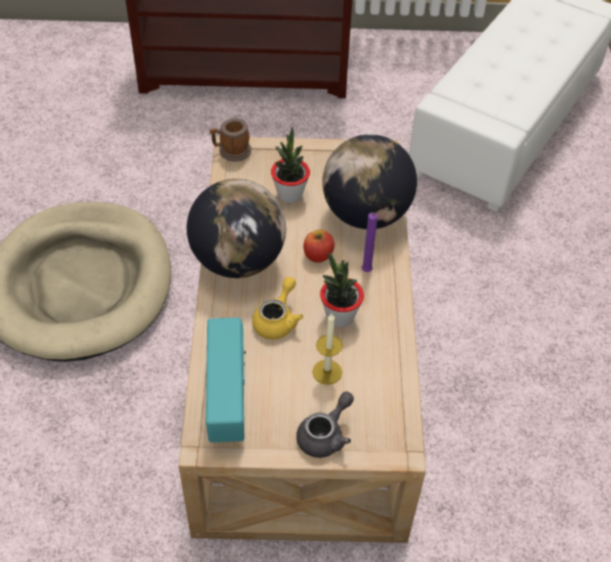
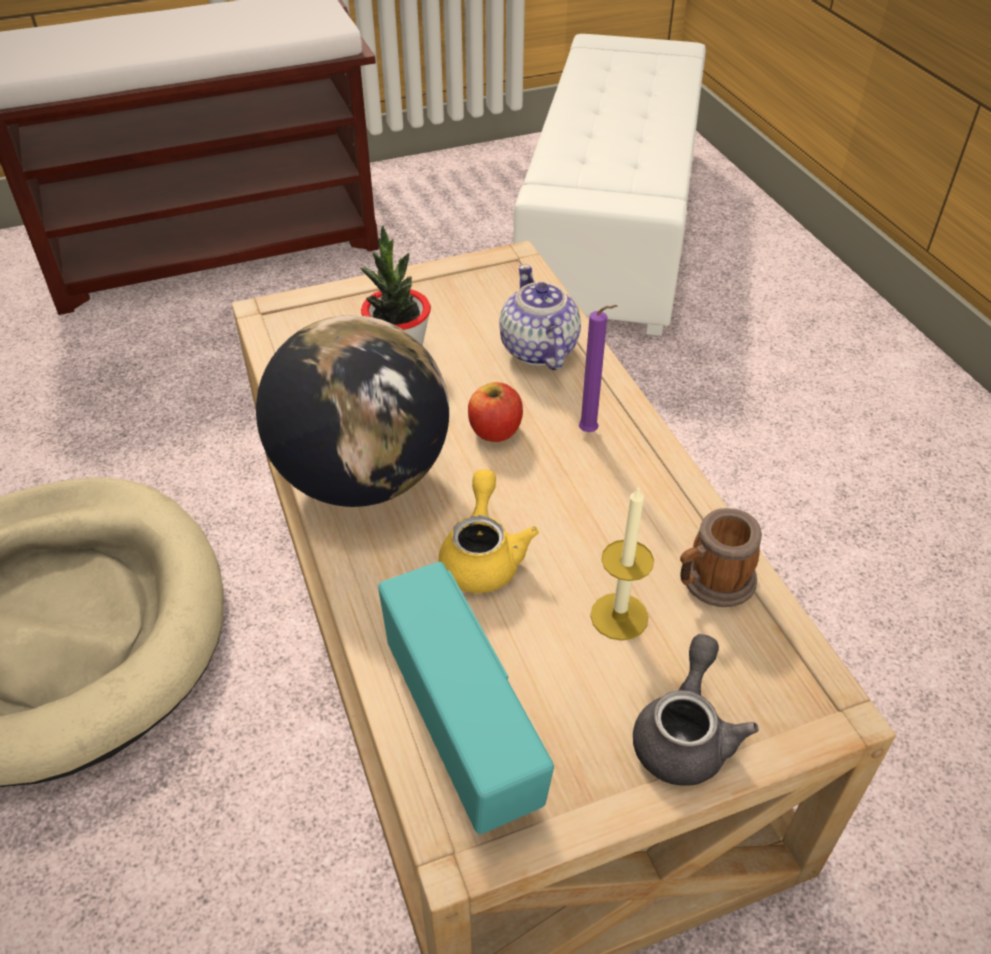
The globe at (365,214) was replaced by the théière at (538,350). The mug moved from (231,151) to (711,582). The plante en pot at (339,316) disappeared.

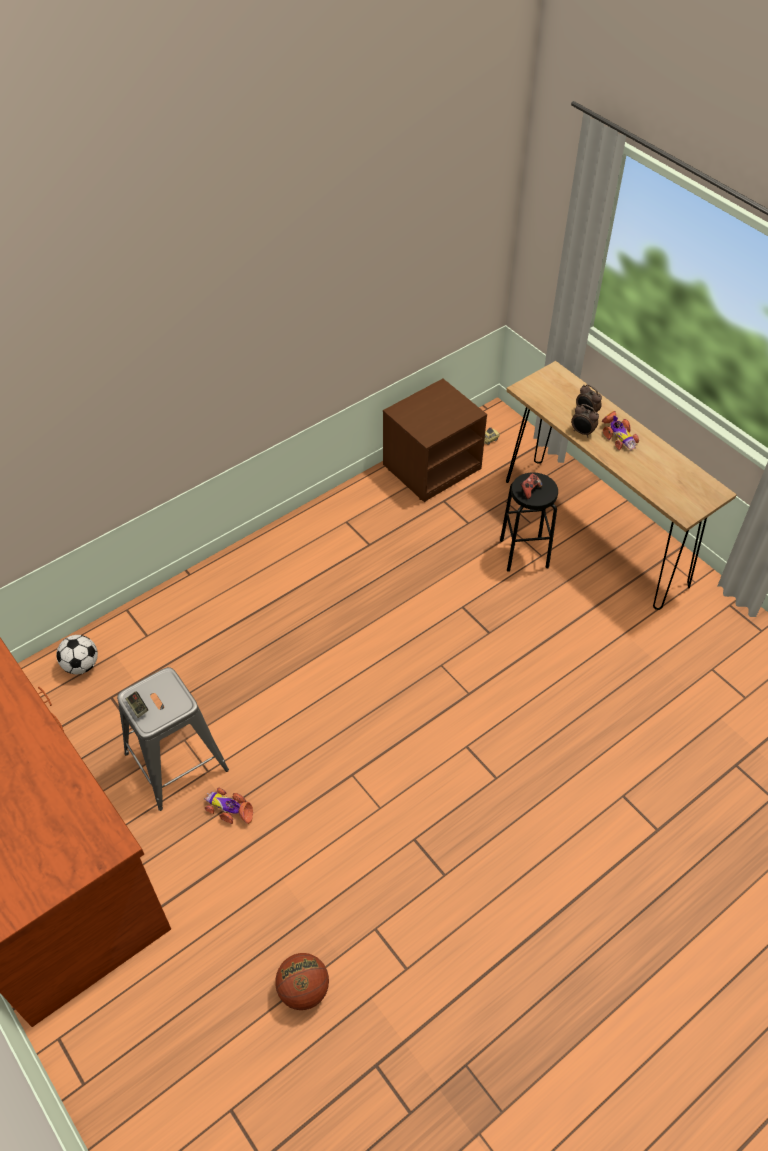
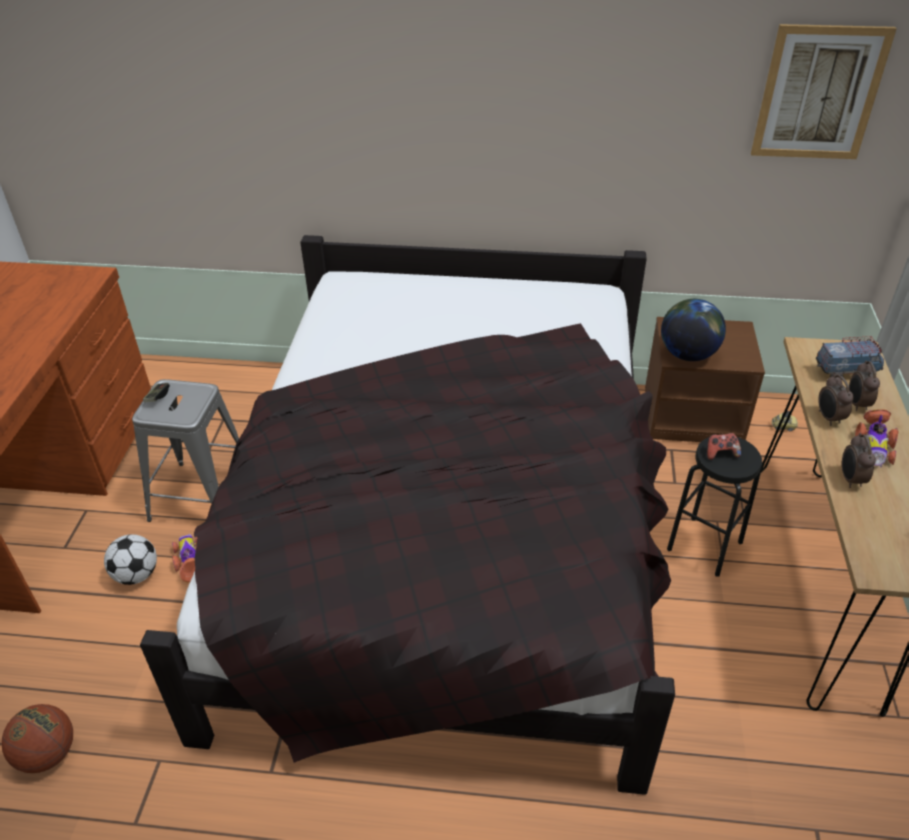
The ballon de foot moved from (81,665) to (136,575). The lit (noir) at (449,536) appeared. The globe at (687,354) appeared. The tableau at (819,93) appeared. The camion jouet at (846,373) appeared. The réveil at (850,479) appeared.

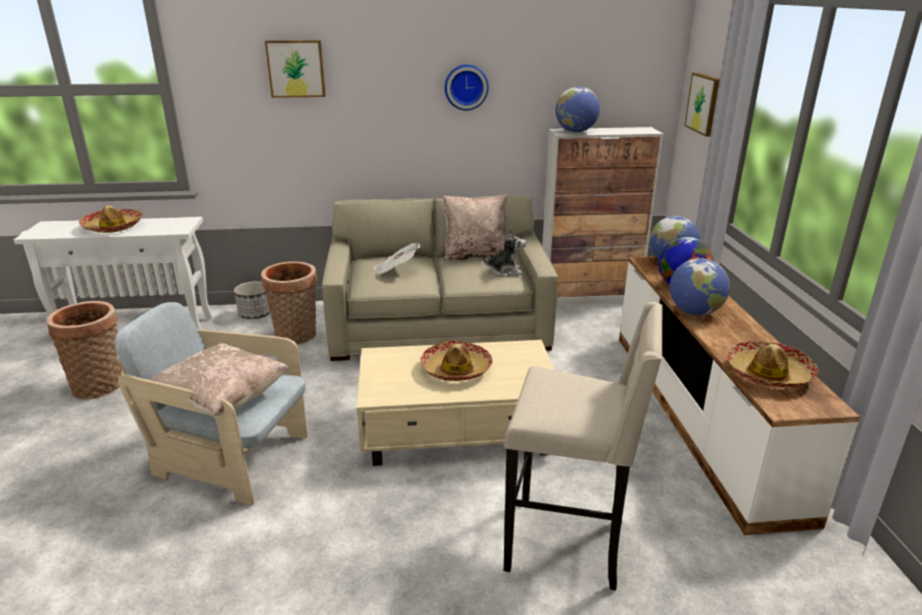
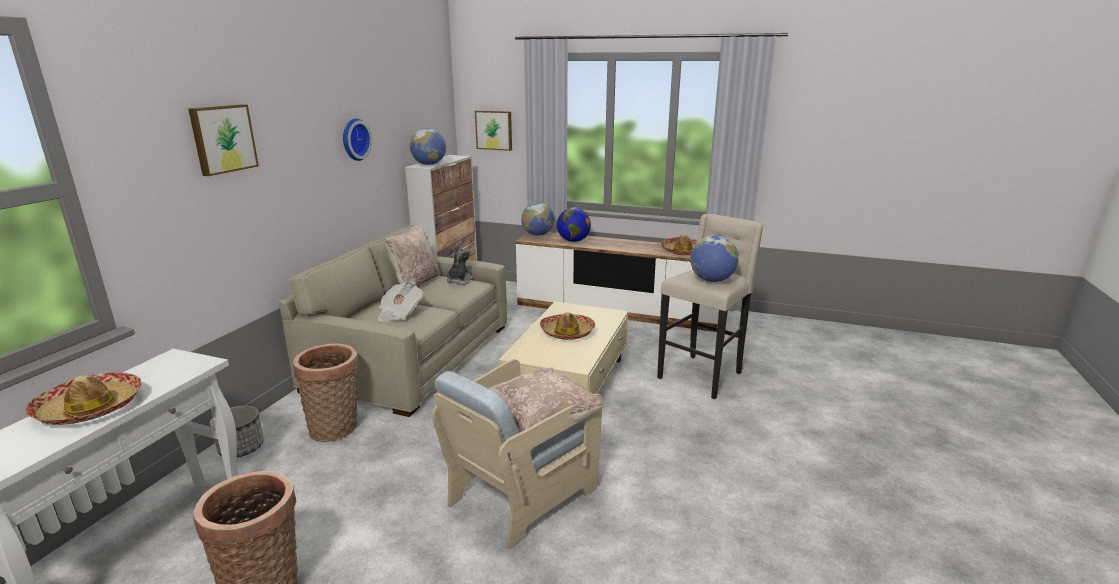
The globe moved from (694,312) to (712,280).

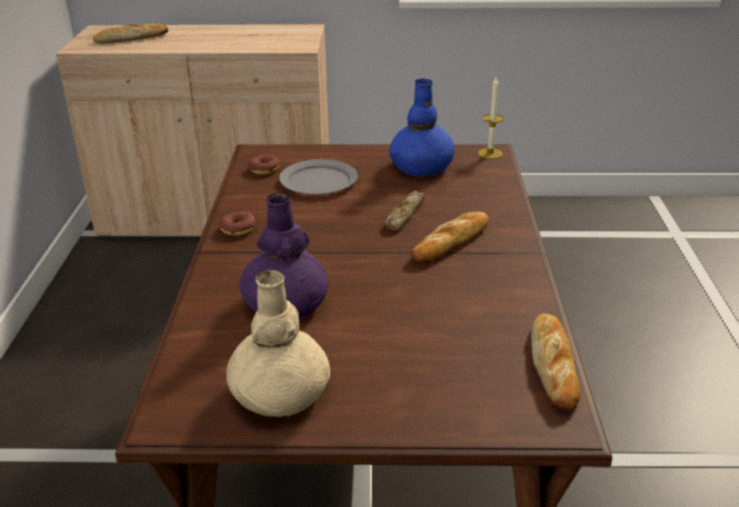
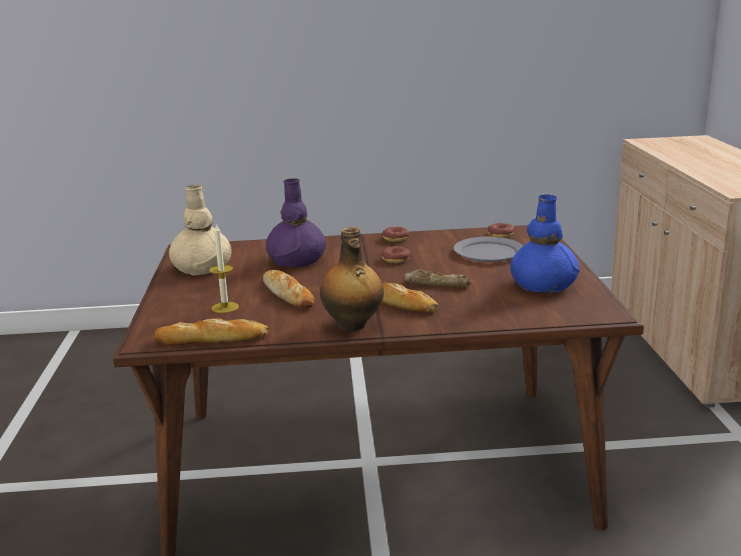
The bougie moved from (490,153) to (225,307). The pain moved from (131,38) to (288,294). The bouteille at (352,325) appeared. The beignet at (395,259) appeared.

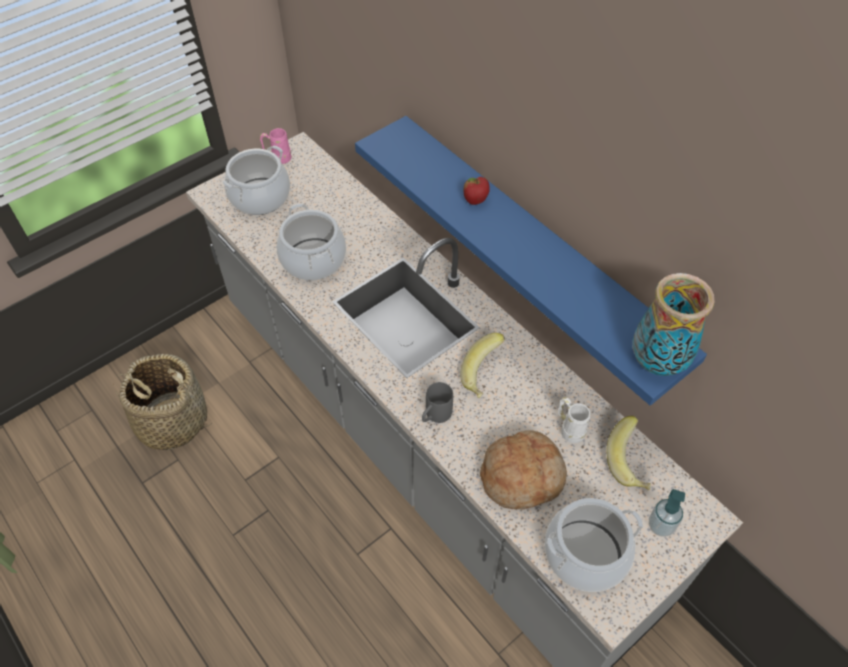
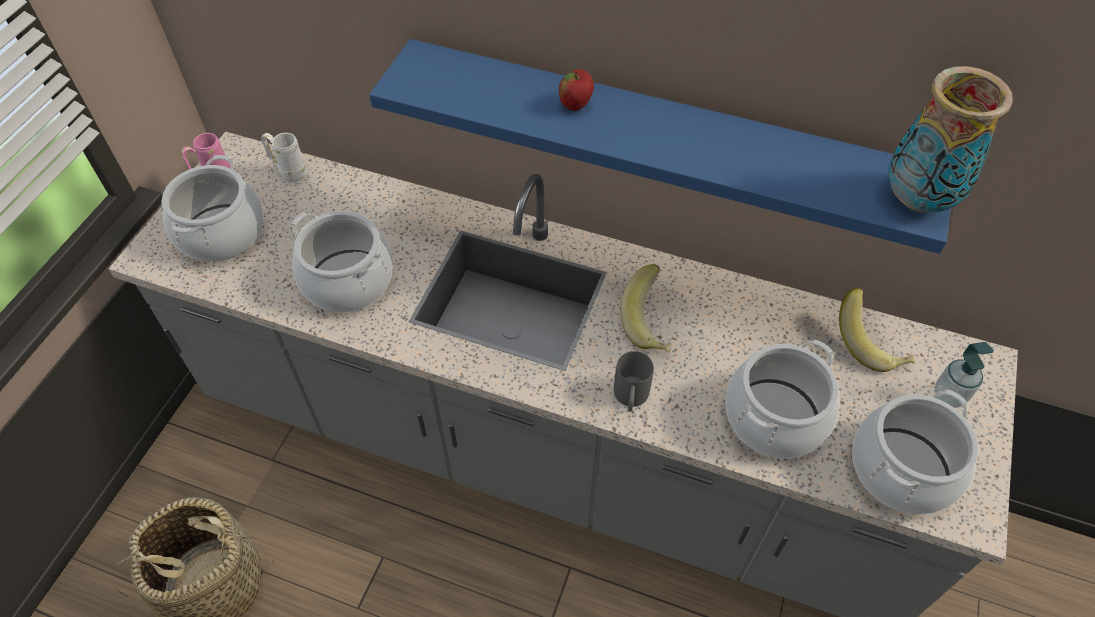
The mug (blanc) moved from (569,429) to (289,172). The pain at (522,475) was replaced by the marmite at (774,417).

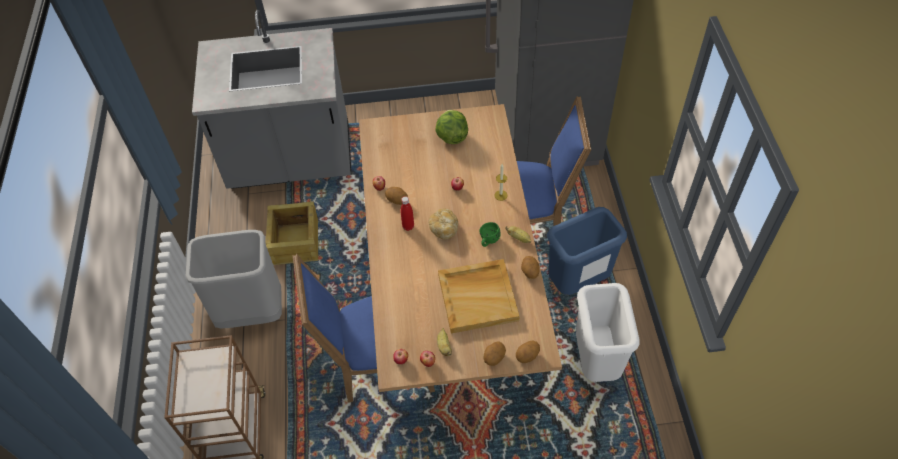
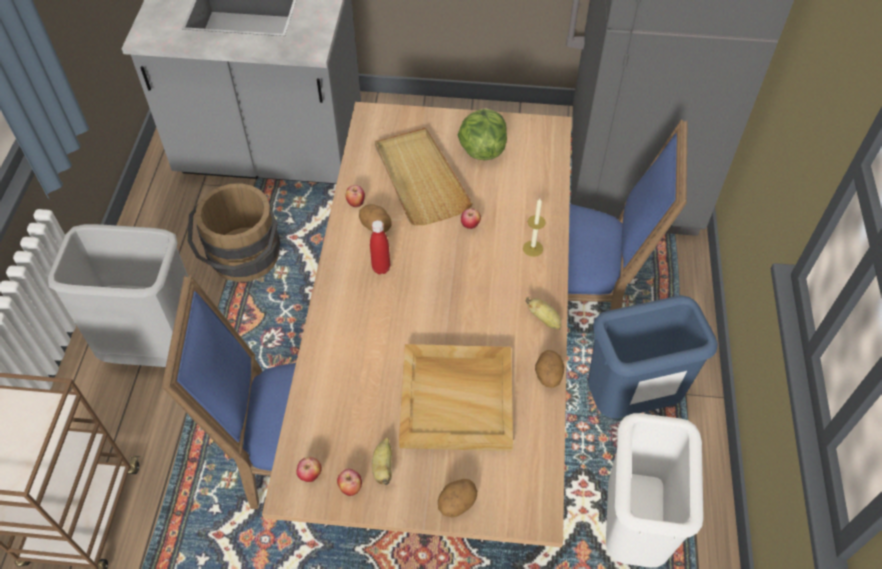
The caisse at (294,242) was replaced by the seau (marron) at (244,262). The plateau (beige) at (420,178) appeared. The pain at (444,228) disappeared. The mug (vert) at (488,240) disappeared. The pomme de terre at (527,356) disappeared.

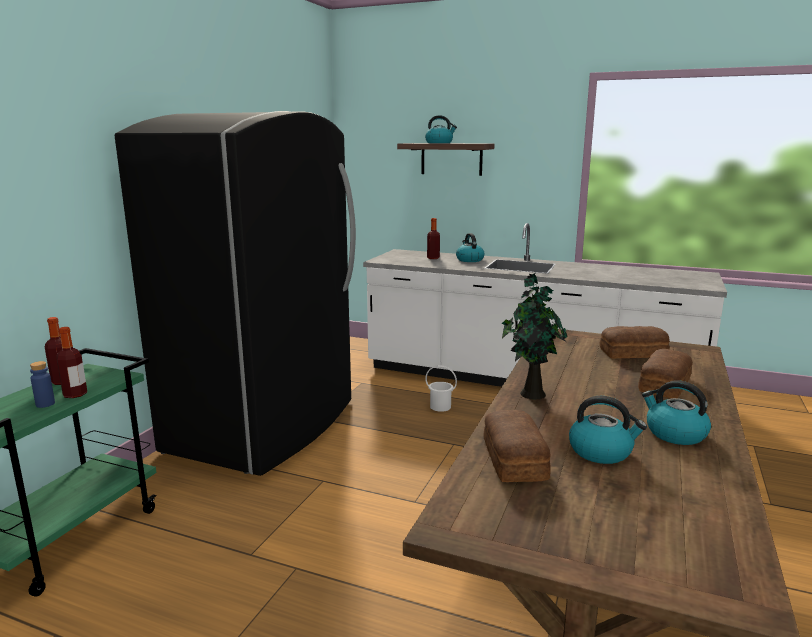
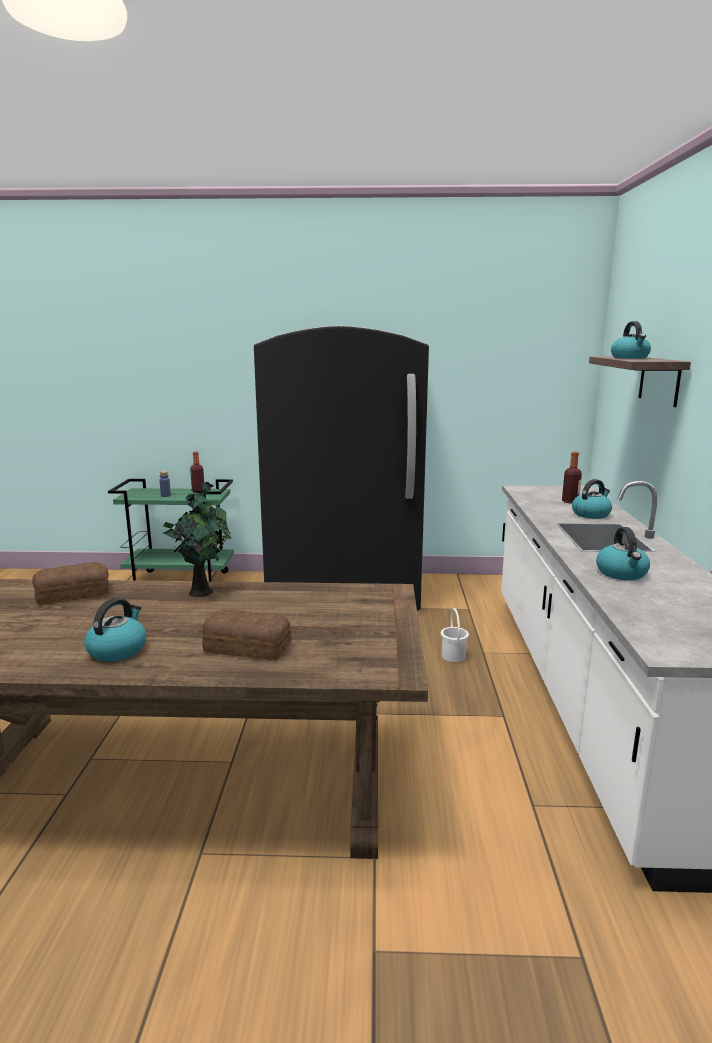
The bouilloire moved from (601,451) to (622,573). The bouteille at (75,394) disappeared. The pain at (634,353) disappeared.

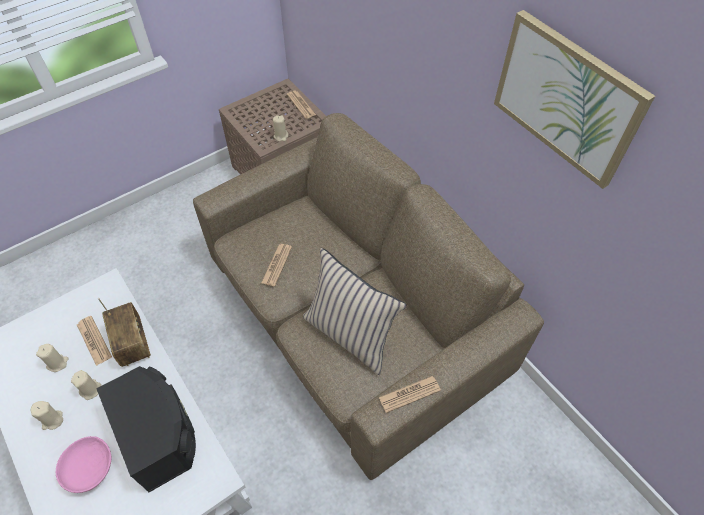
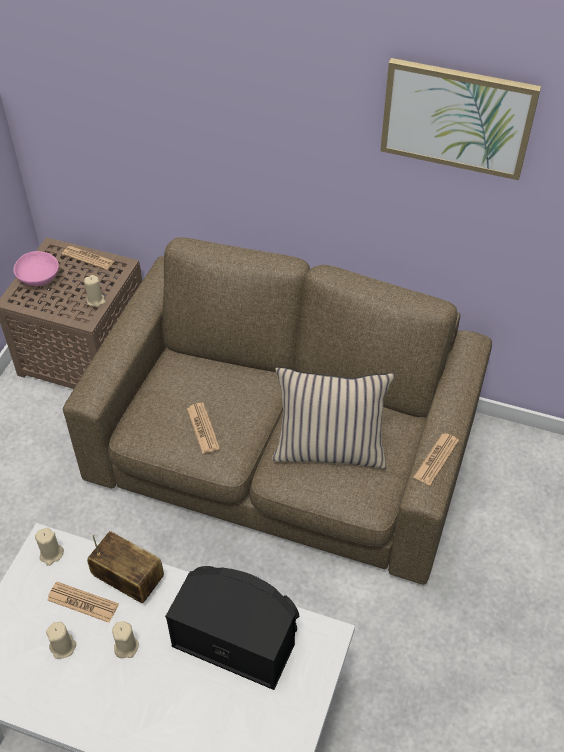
The bol (rose) moved from (89,469) to (38,278). The bougie (beige) moved from (52,420) to (51,554).

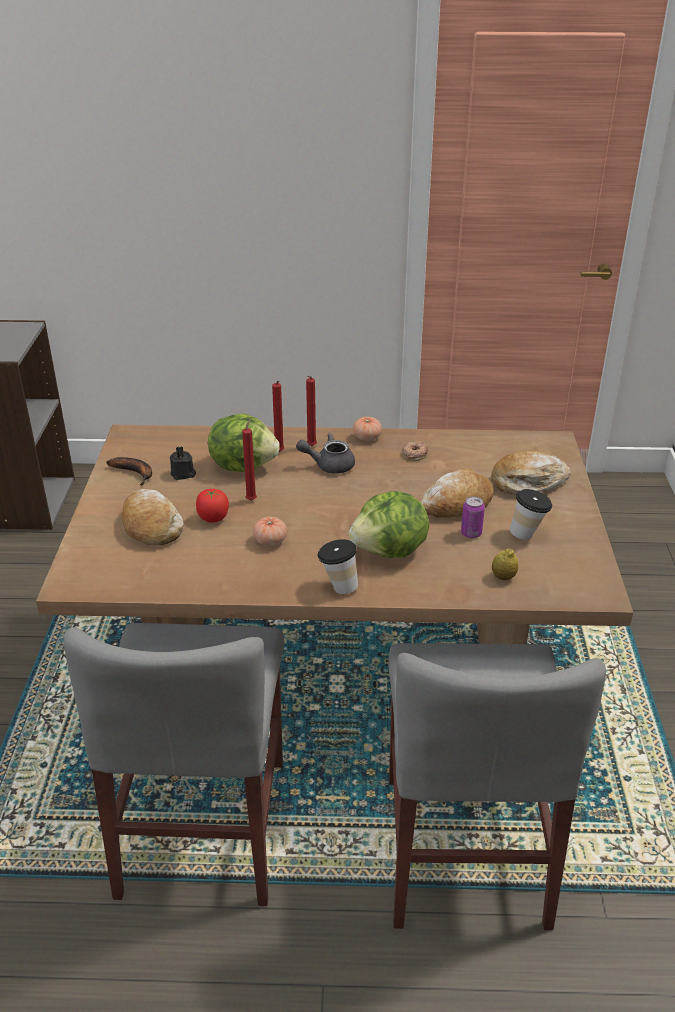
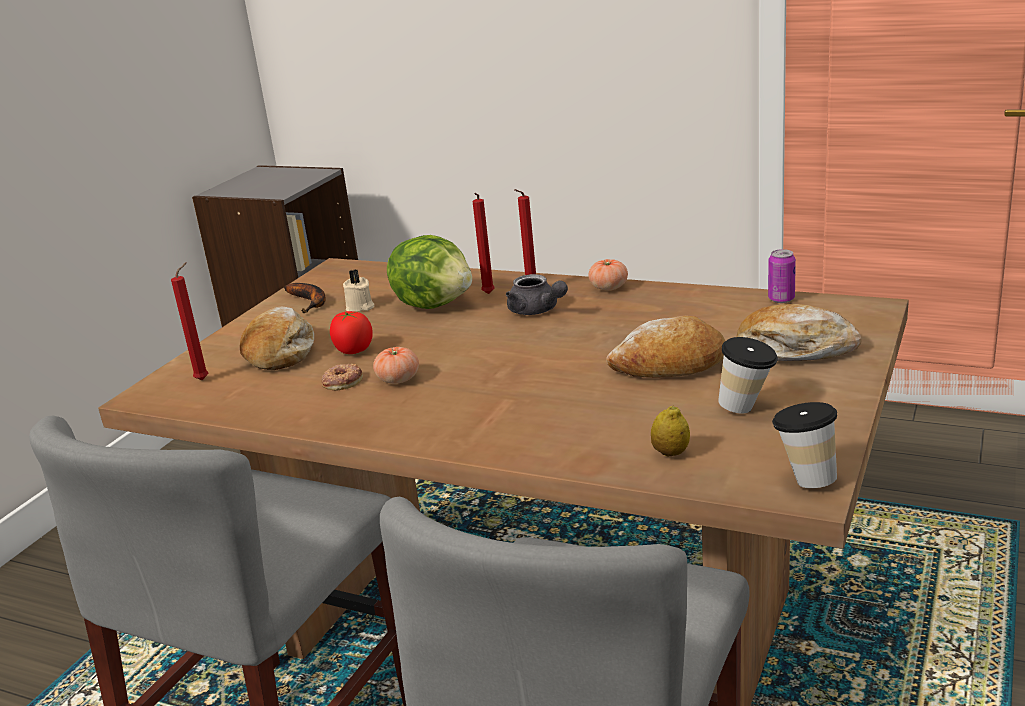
The bougie (rouge) moved from (252,499) to (204,379). The beignet moved from (414,453) to (342,381). The bougie (noir) at (183,474) became the bougie (beige) at (360,307). The théière (gris) at (329,465) turned 150 degrees counterclockwise. The boîte métallique moved from (471,533) to (781,299). The tasse moved from (338,586) to (805,479). The laitue at (390,551) disappeared.

